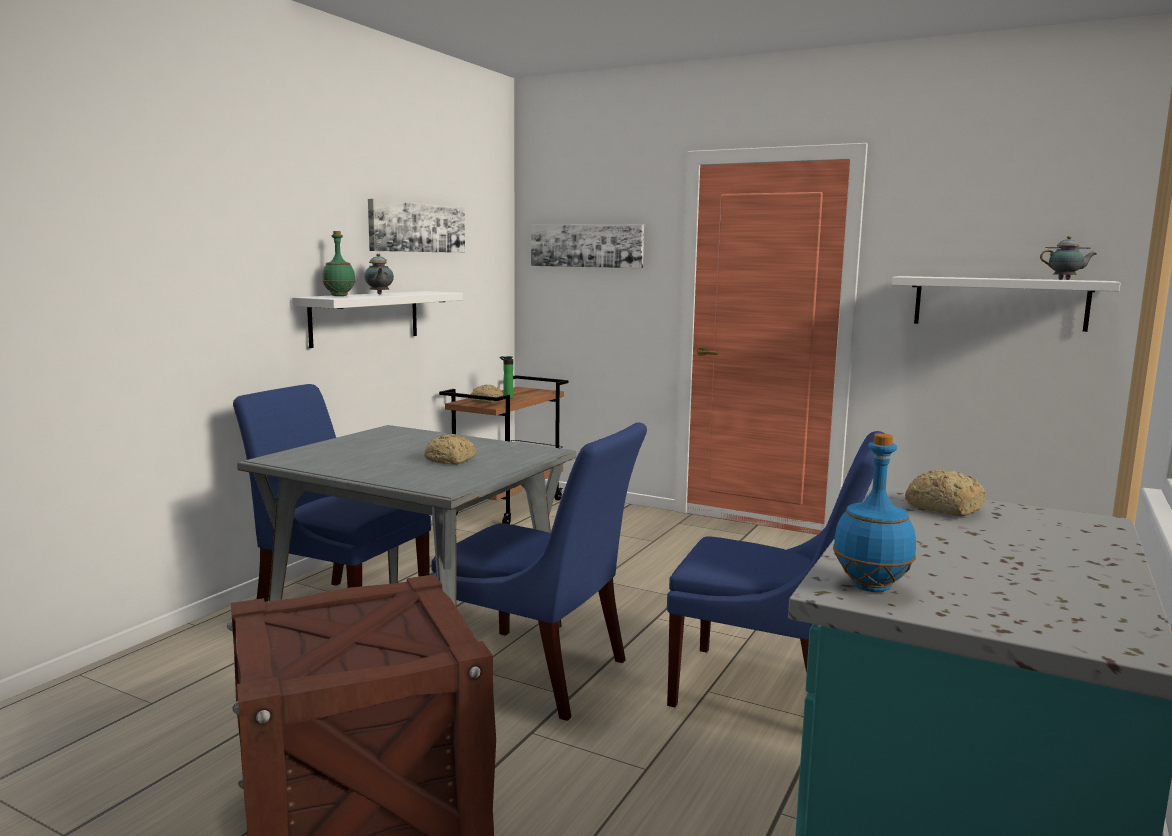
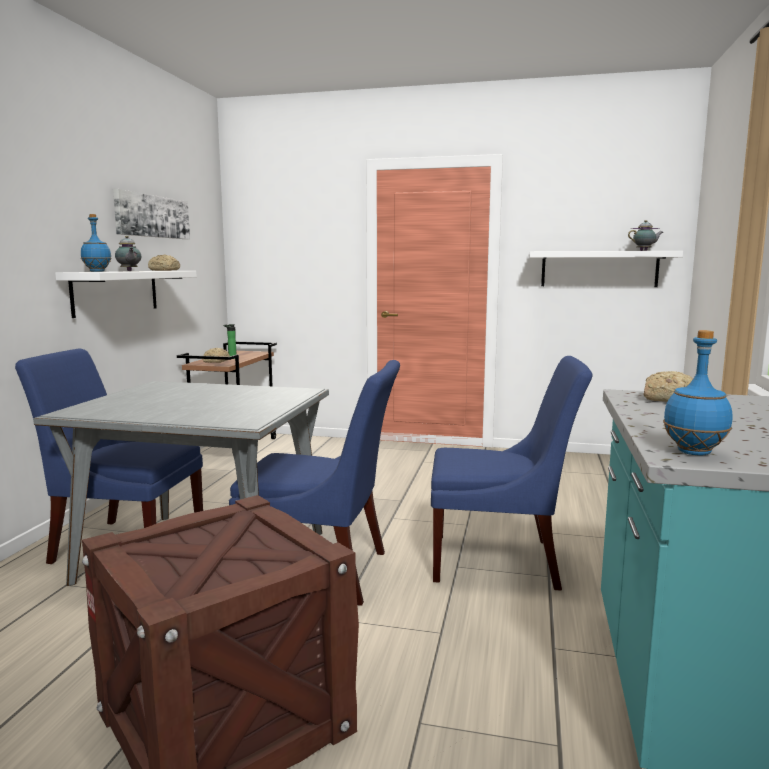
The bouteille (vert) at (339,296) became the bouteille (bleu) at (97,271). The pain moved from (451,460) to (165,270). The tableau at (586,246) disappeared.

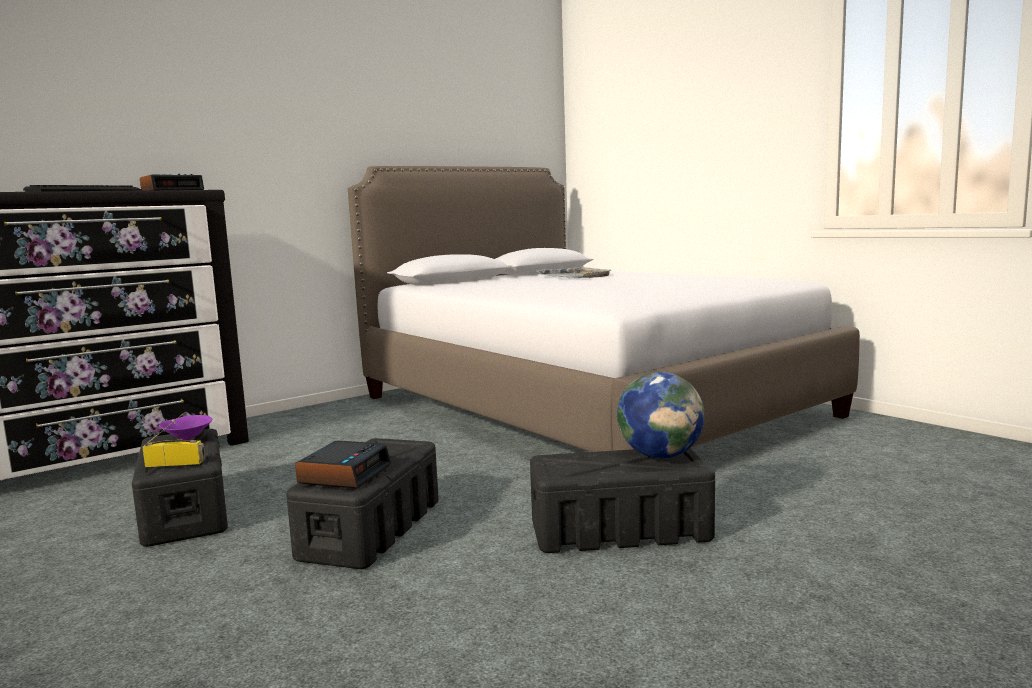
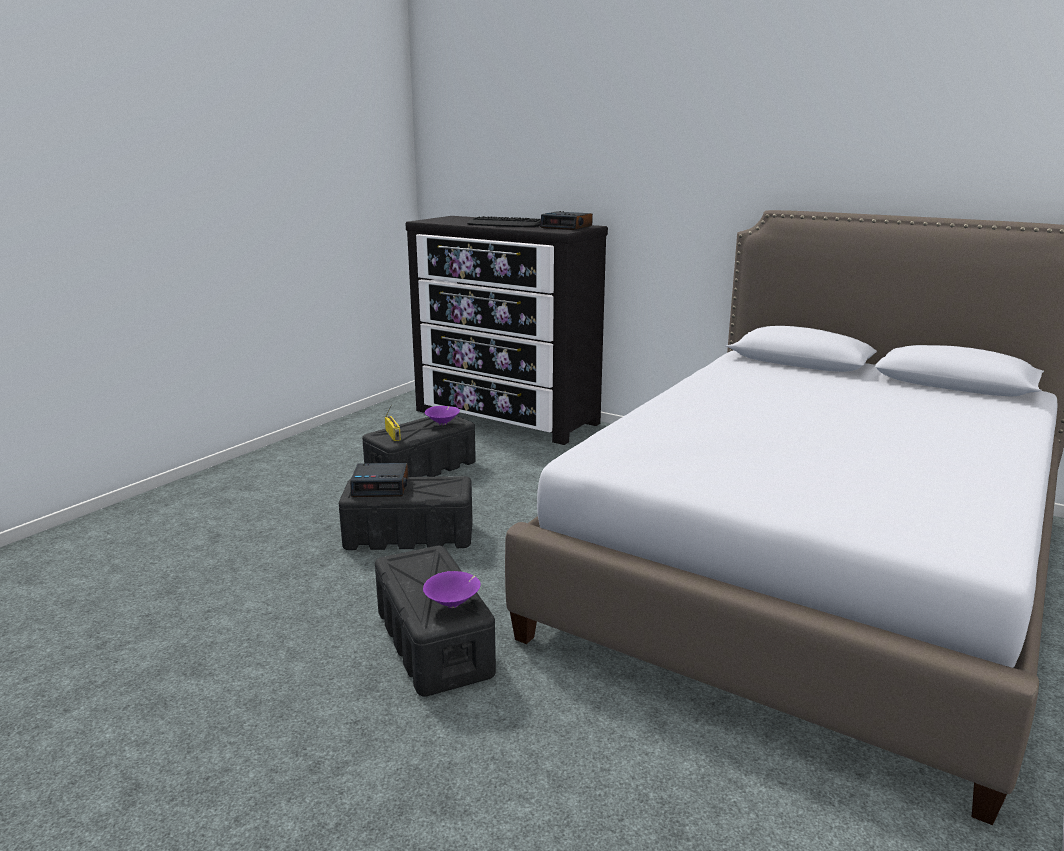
The globe at (660,455) was replaced by the bol (violet) at (453,604). The plateau (gris) at (575,276) disappeared.

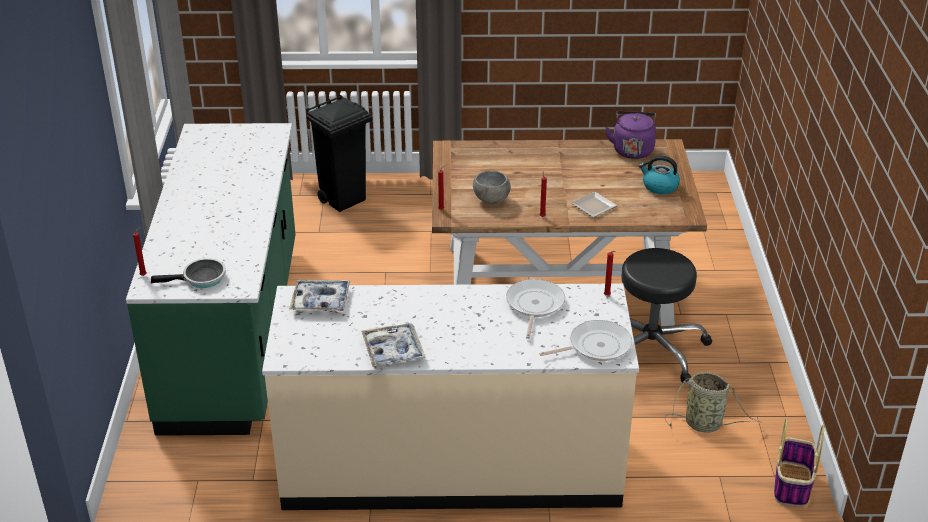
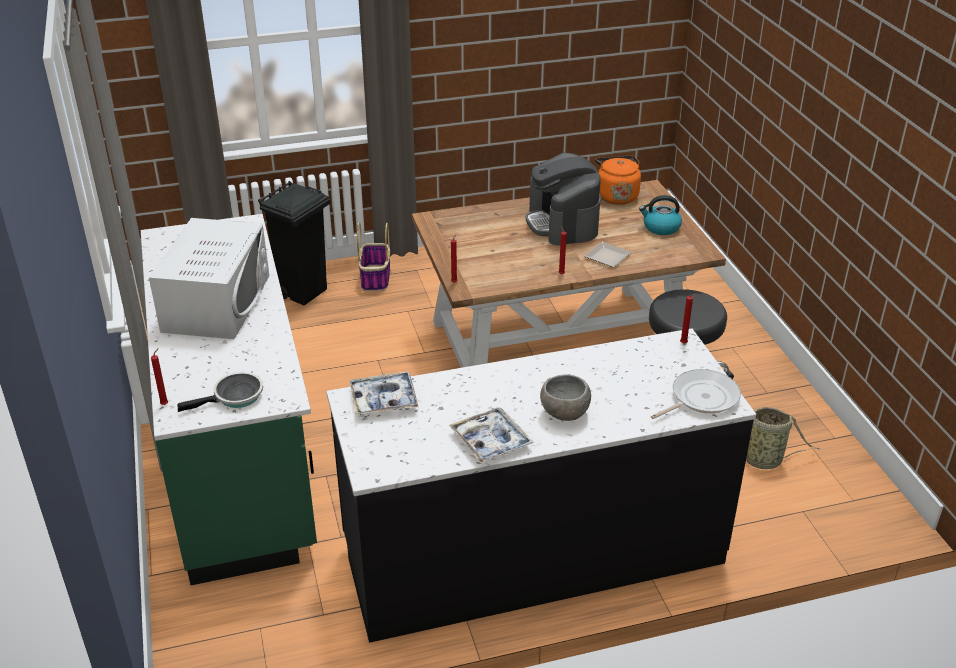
The micro-ondes (blanc) at (216,303) appeared. The comptoir de cuisine (beige) at (451,463) became the comptoir de cuisine (noir) at (532,552). The panier moved from (792,485) to (375,279). The machine à café at (562,223) appeared. The bol (gris) moved from (492,200) to (565,414). The bouilloire (violet) at (632,149) became the bouilloire (orange) at (616,196). The poêle at (534,305) disappeared.

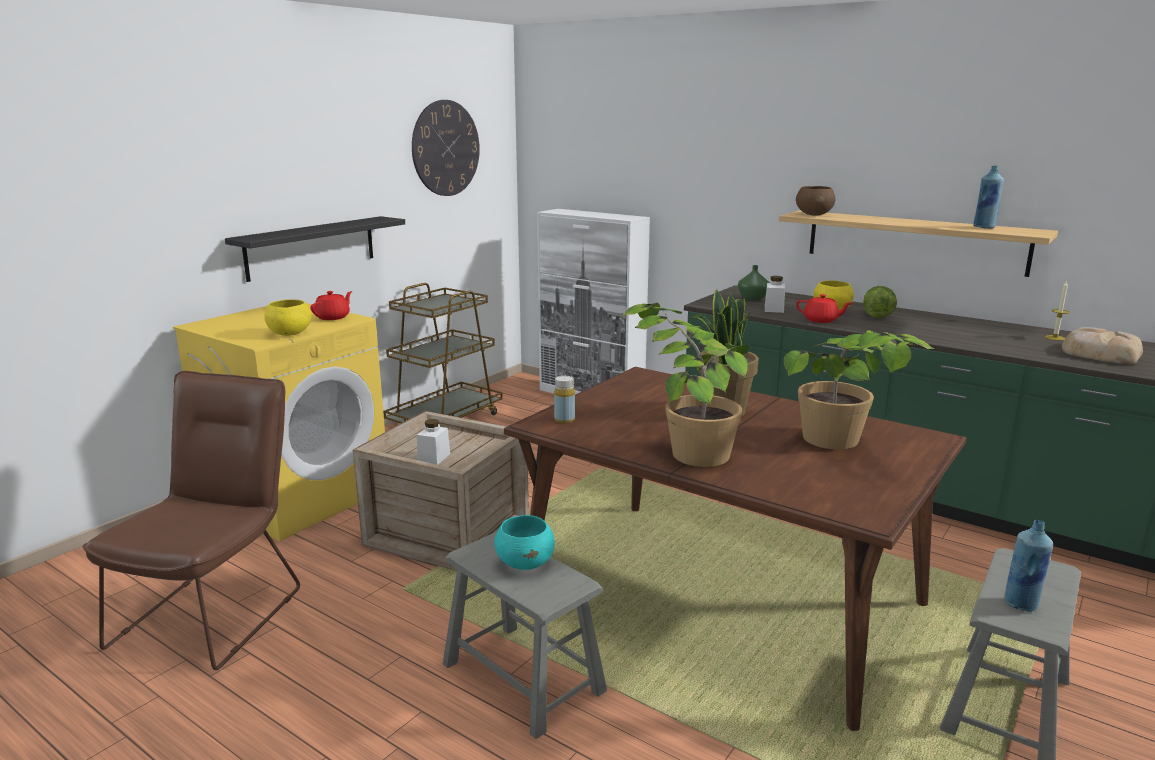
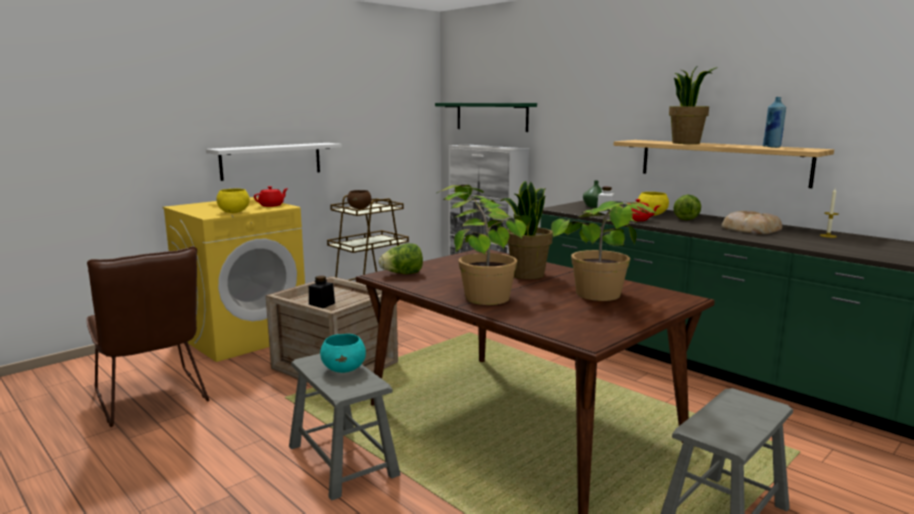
The chaise (marron) at (216,610) turned 120 degrees clockwise. The étagère (noir) at (311,247) became the étagère (blanc) at (271,161). The bocal (blanc) at (434,458) became the bocal (noir) at (322,305). The bol (marron) moved from (814,214) to (360,208). The bouteille (jaune) at (564,420) was replaced by the laitue at (402,274). The étagère (vert) at (491,116) appeared. The plante en pot at (686,143) appeared. The pain moved from (1099,353) to (750,229). The horloge murale at (445,148) disappeared. The bouteille (bleu) at (1021,604) disappeared.

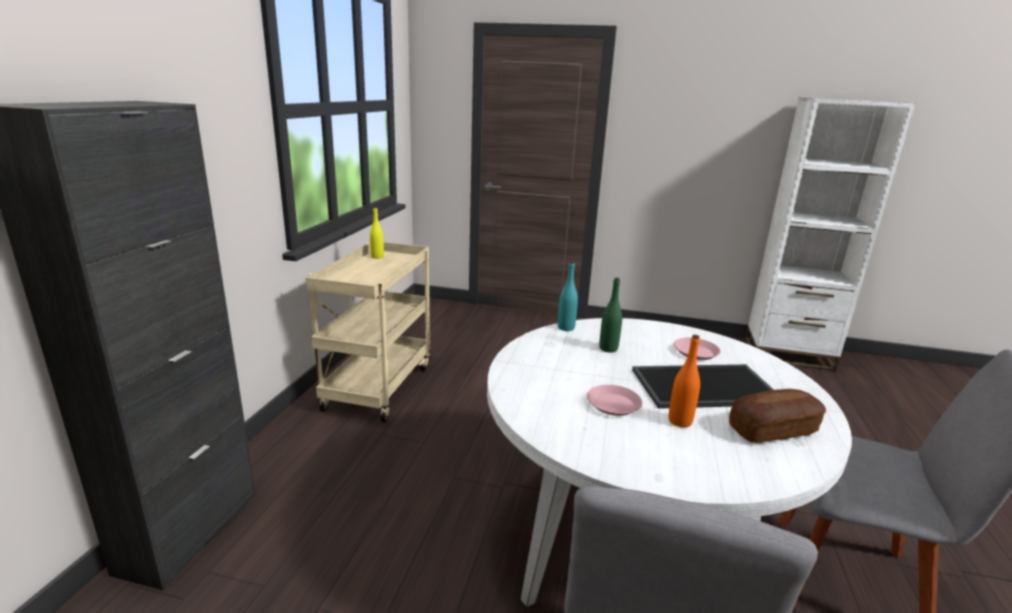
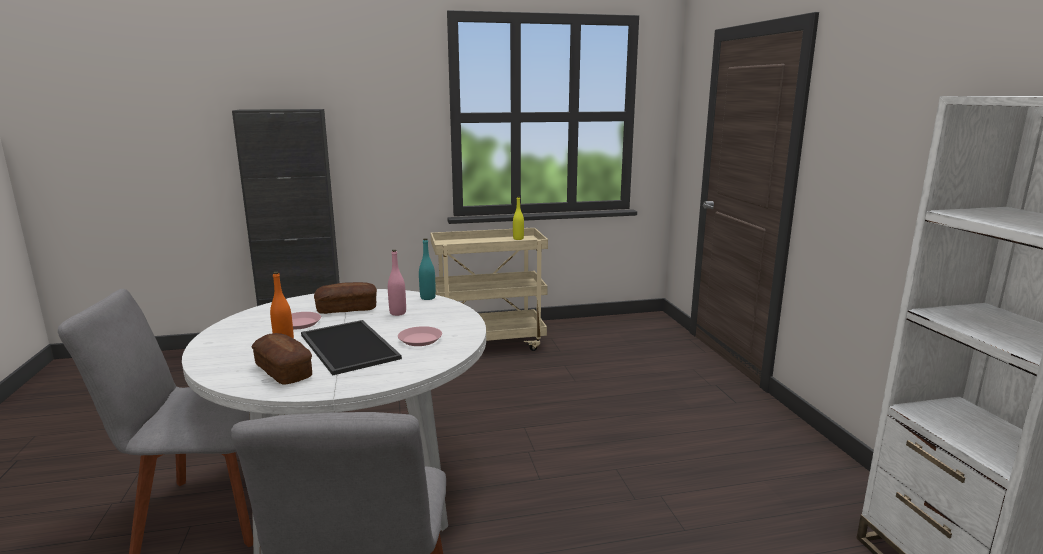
The pain at (347,309) appeared. The bouteille (vert) at (608,348) became the bouteille (rose) at (398,313).

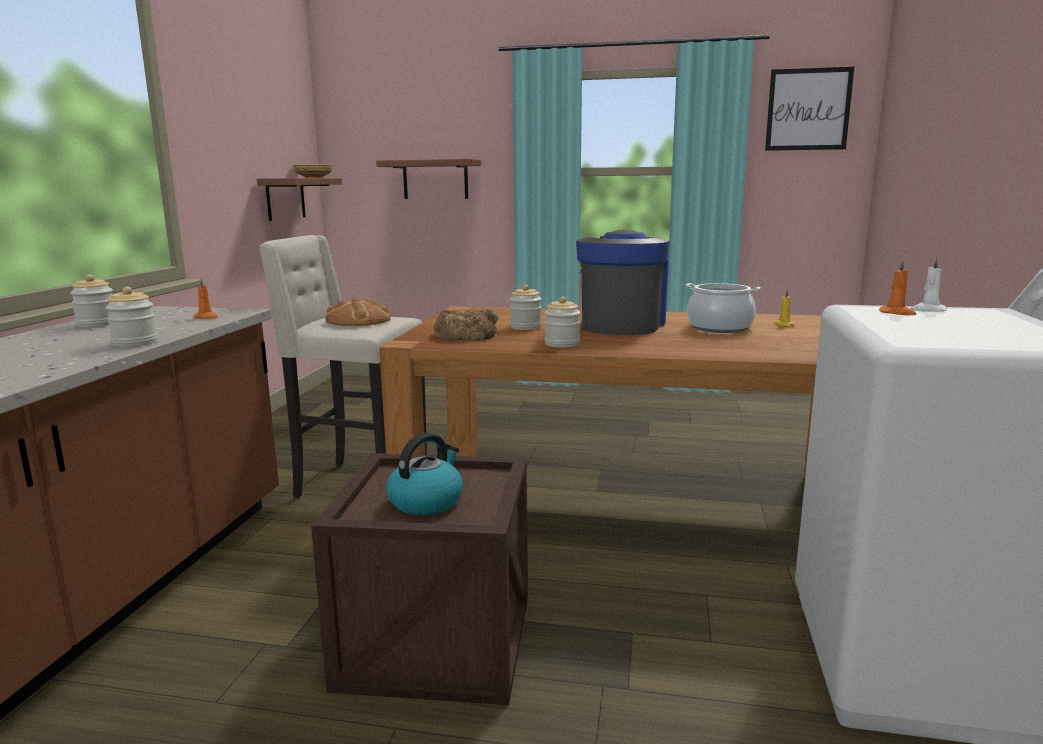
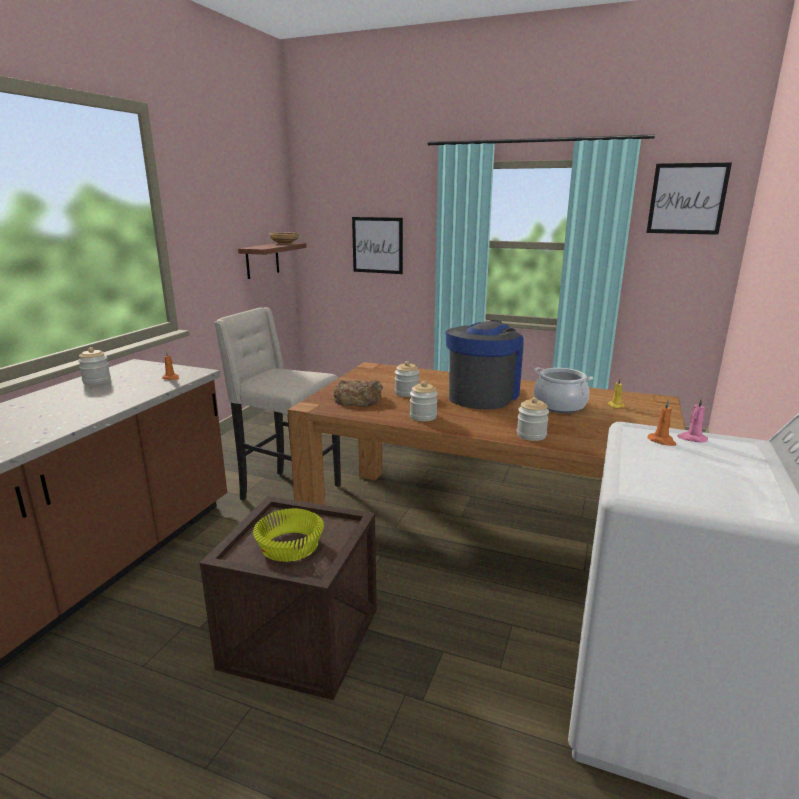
The bouilloire at (426,501) was replaced by the bol (jaune) at (288,546). The étagère at (435,179) was replaced by the tableau at (377,245). The bocal moved from (135,343) to (531,435). The bougie (blanc) at (927,310) became the bougie (rose) at (691,438). The pain at (358,320) disappeared.

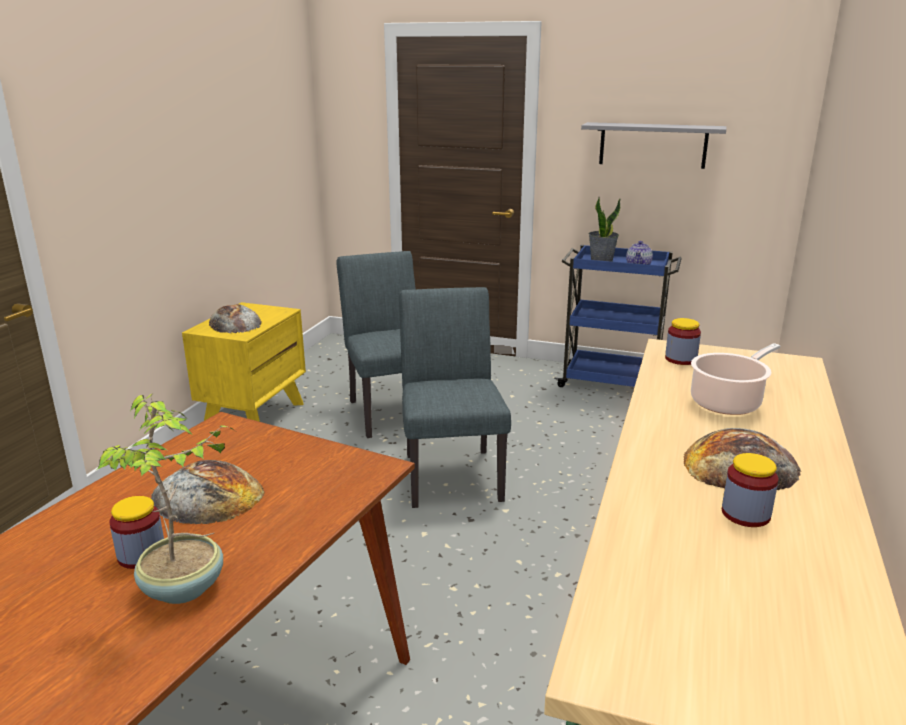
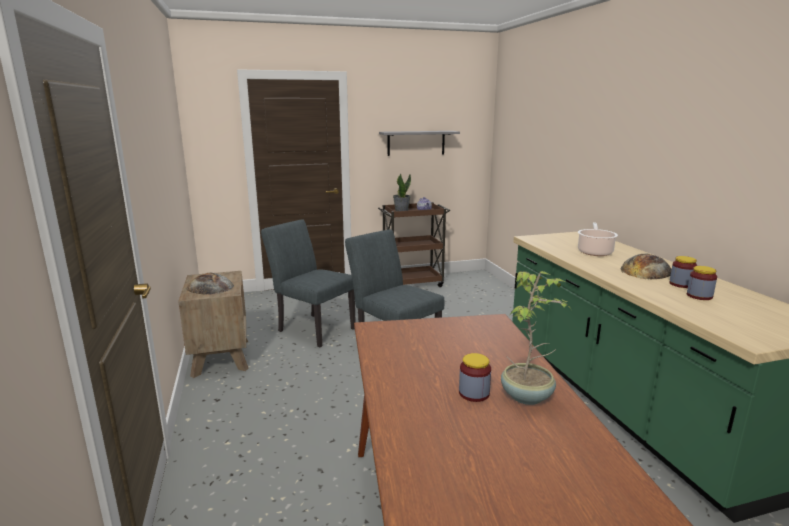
The table de chevet (jaune) at (254,415) became the table de chevet (marron) at (220,357). The chariot (bleu) at (611,382) became the chariot (marron) at (412,283). The bocal moved from (680,359) to (699,296). The pain at (207,496) disappeared.

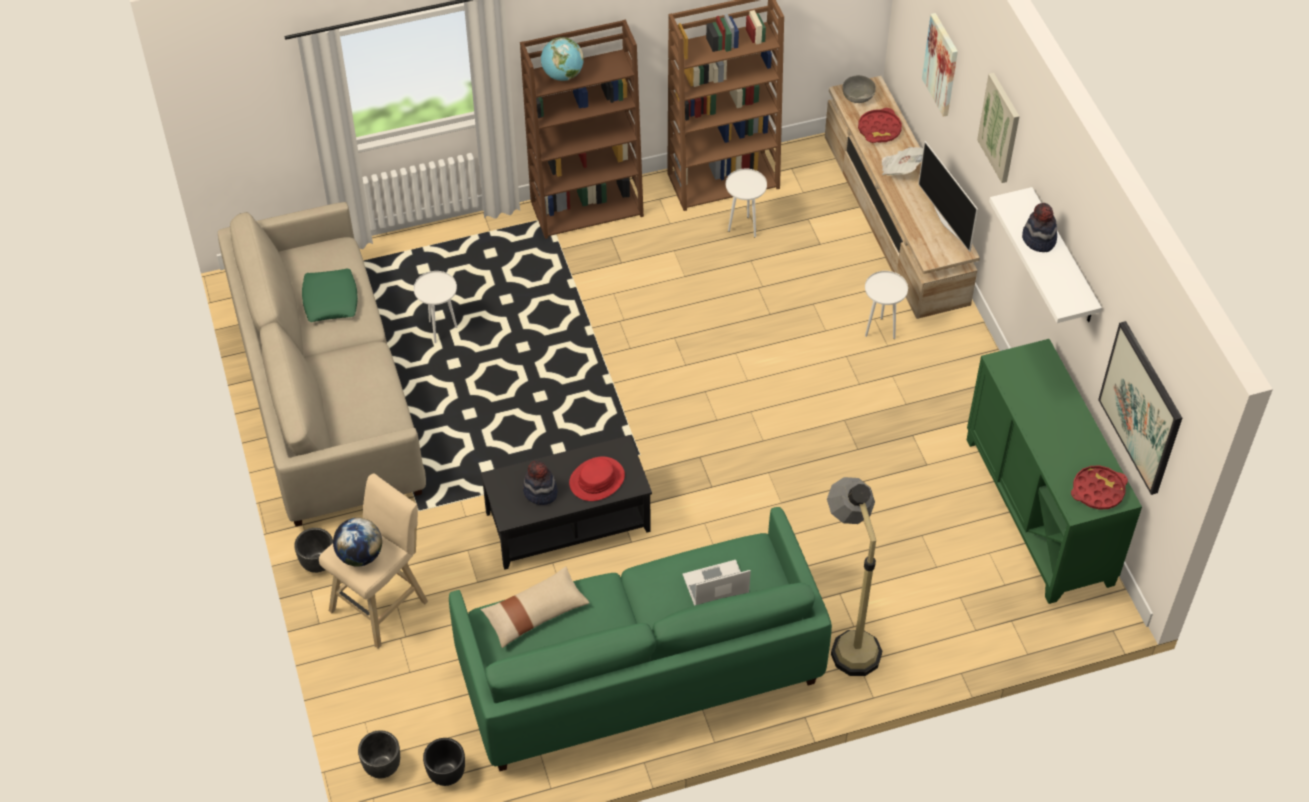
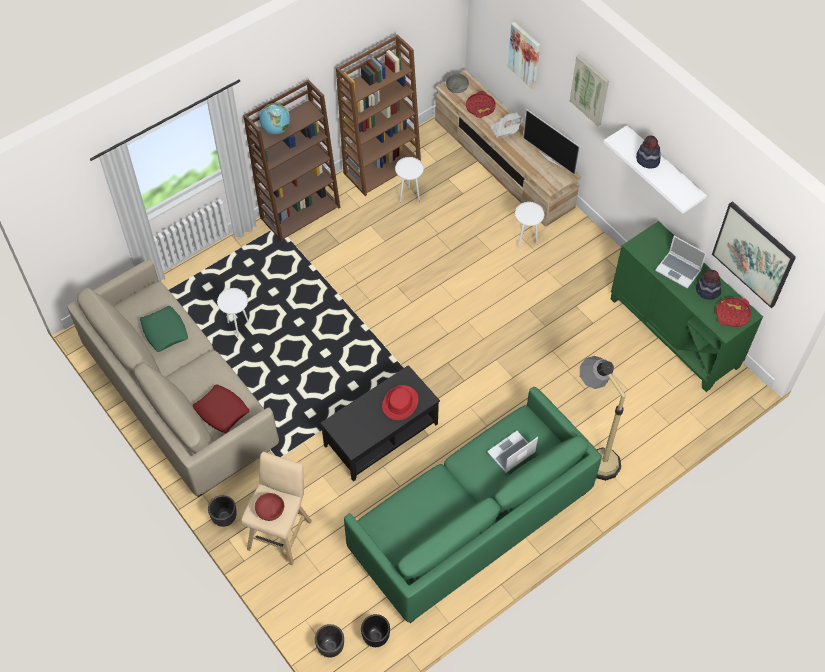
The coussin (rouge) at (221,411) appeared. The globe at (360,555) was replaced by the bol (rouge) at (270,510). The ordinateur portable at (679,270) appeared. The chapeau moved from (540,492) to (707,291). The coussin (beige) at (535,613) disappeared.

